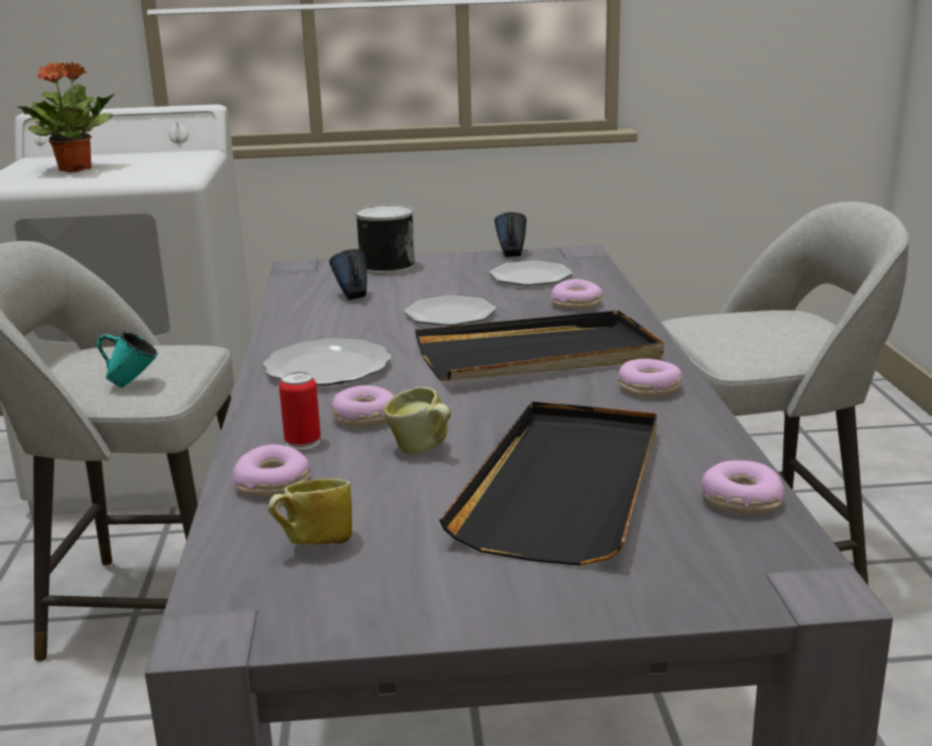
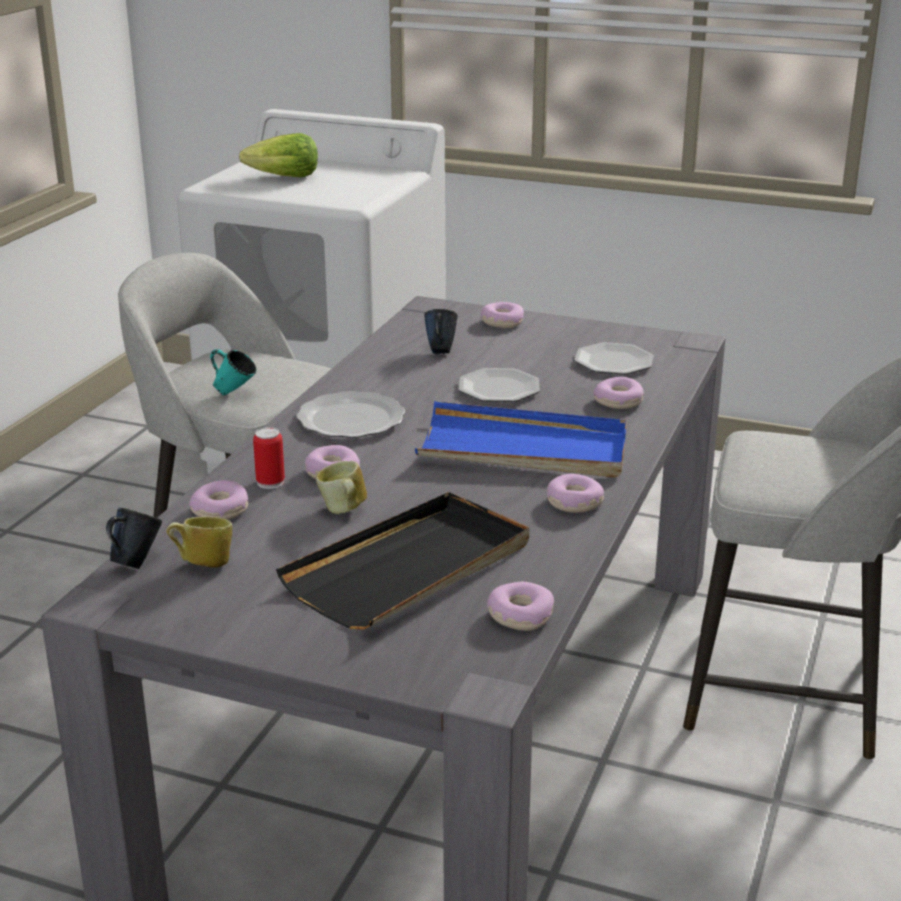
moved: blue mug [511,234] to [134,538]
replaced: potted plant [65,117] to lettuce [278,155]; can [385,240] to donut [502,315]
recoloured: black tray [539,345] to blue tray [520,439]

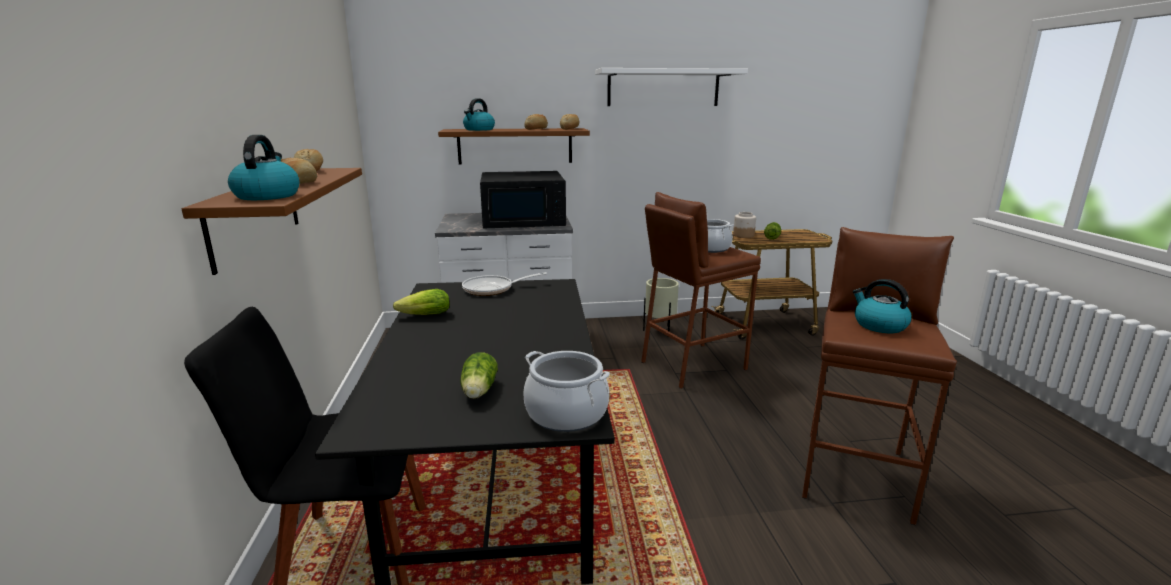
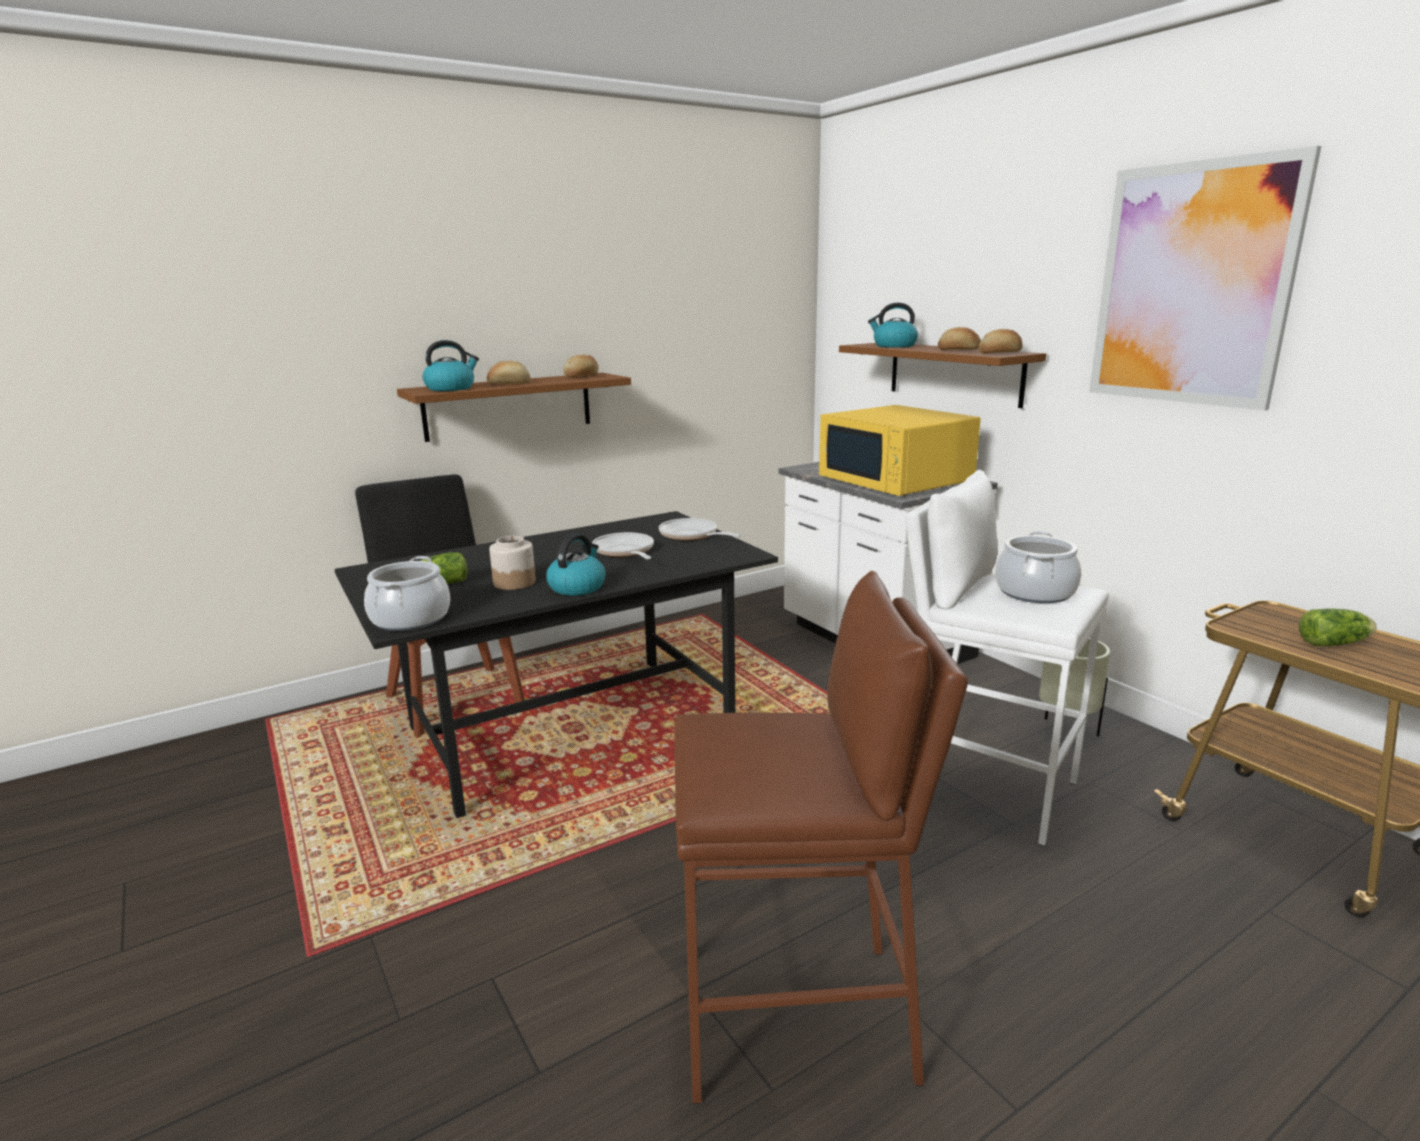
removed: lettuce [421,302]
added: frying pan [623,545]
moved: jar [744,225] to [512,563]; kettle [882,306] to [576,564]
replaced: white shelf [671,87] to picture [1205,278]
recoloured: black microwave [523,199] to yellow microwave [900,450]; brown stool [701,290] to white stool [1007,658]

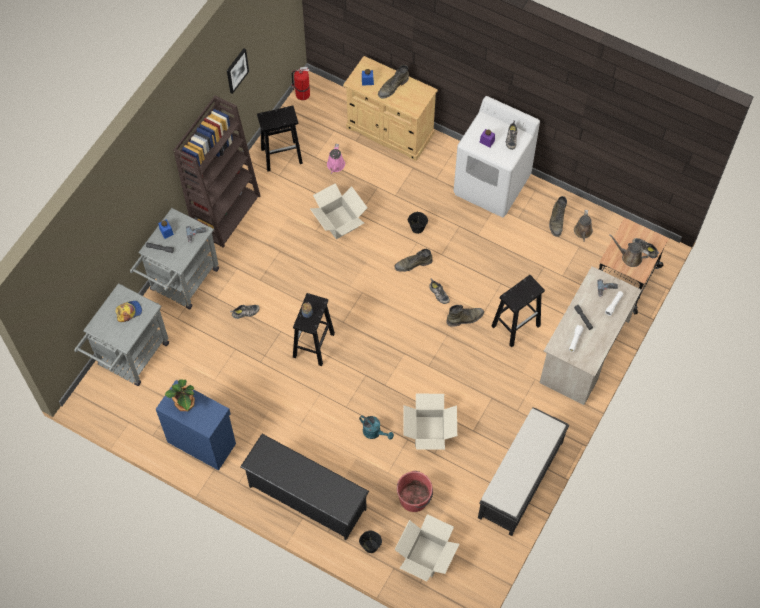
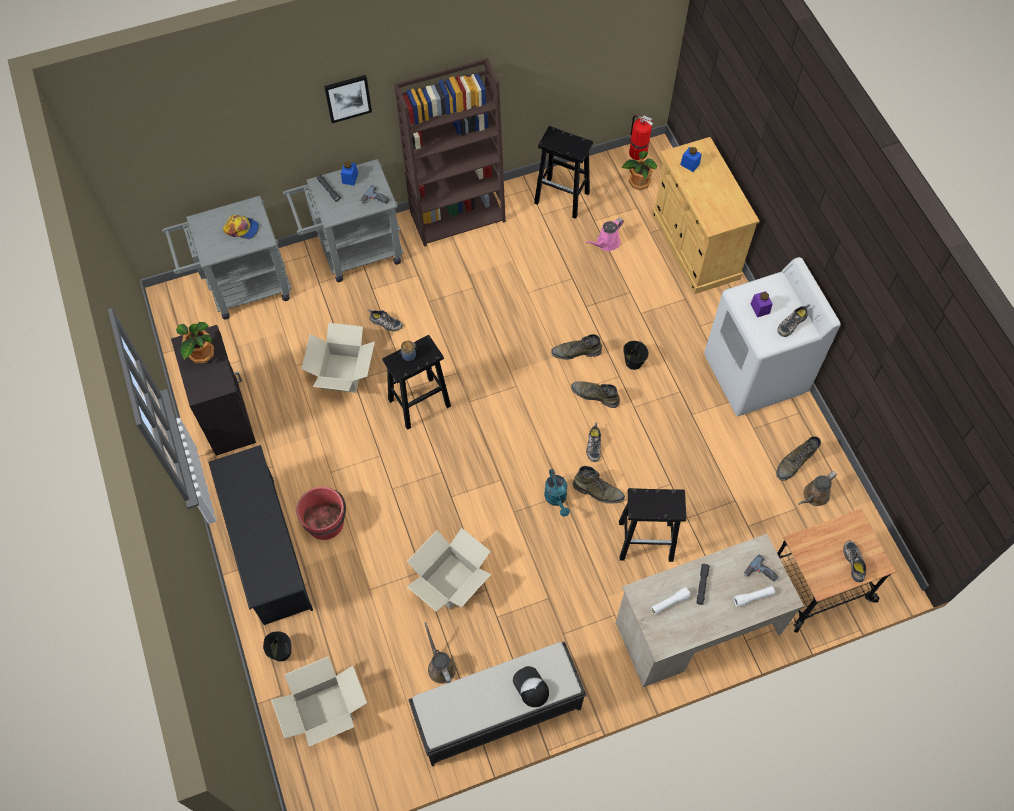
added: cap [531,686]; potted plant [639,170]
moved: picture [238,71] to [348,99]; cardboard box [339,211] to [338,358]; turquoise watering can [376,427] to [557,492]; green boot [393,82] to [576,346]; red bucket [415,491] to [321,513]; brown watering can [629,250] to [440,653]
recoloured: blue cabinet [196,425] to black cabinet [213,390]

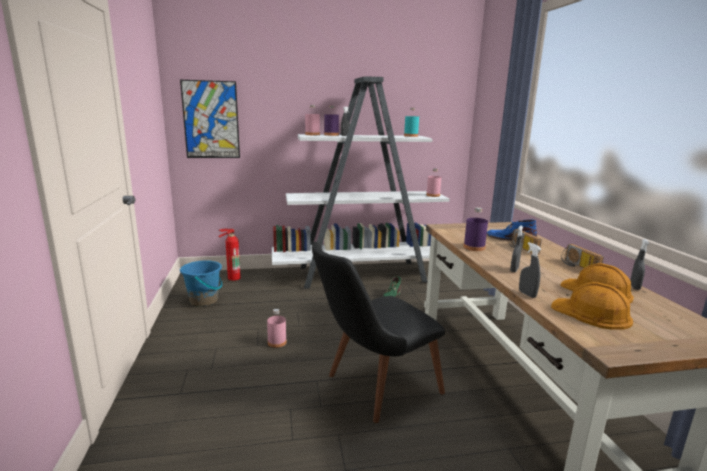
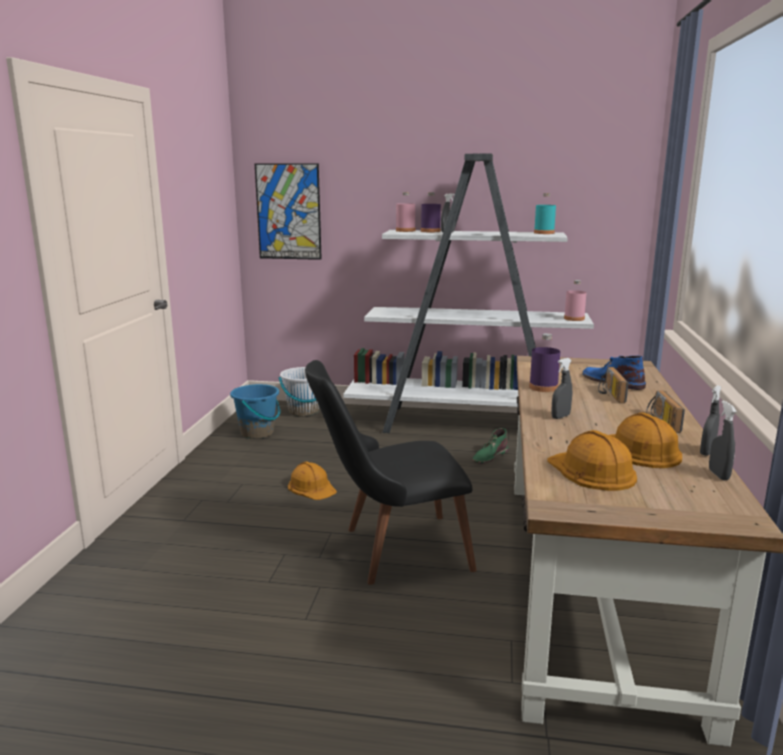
moved: grey spray bottle [530,270] to [723,440]
replaced: fire extinguisher [229,255] to white bucket [298,392]; pink bottle [277,328] to orange hard hat [312,480]

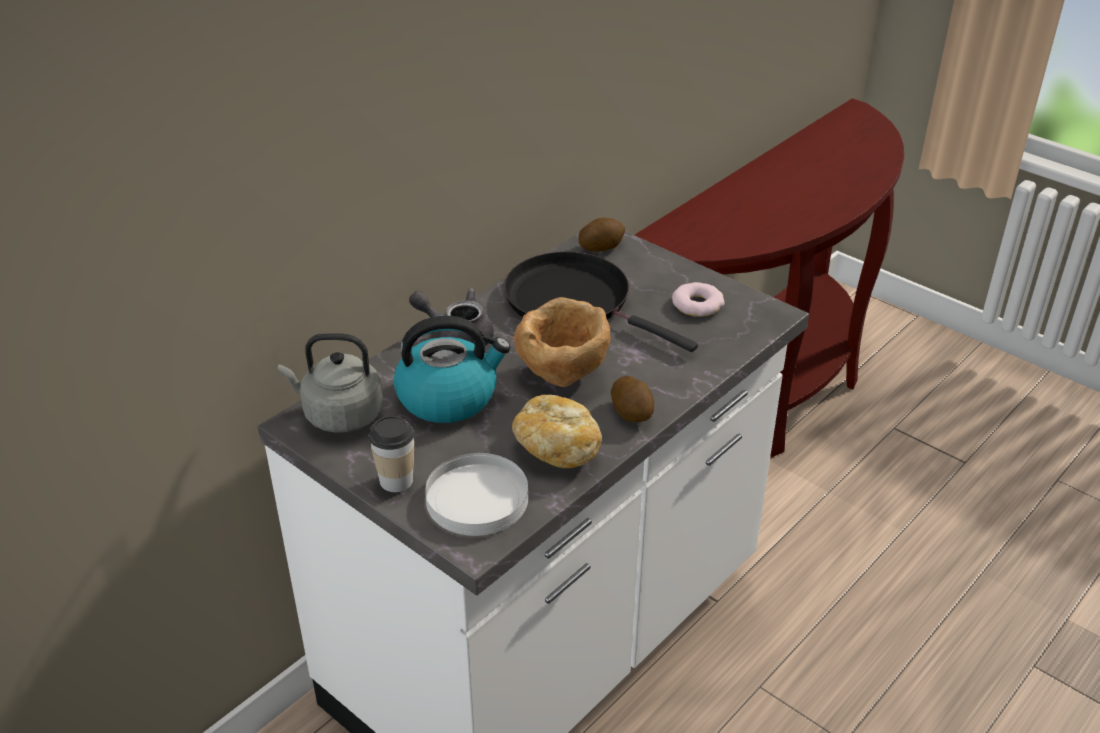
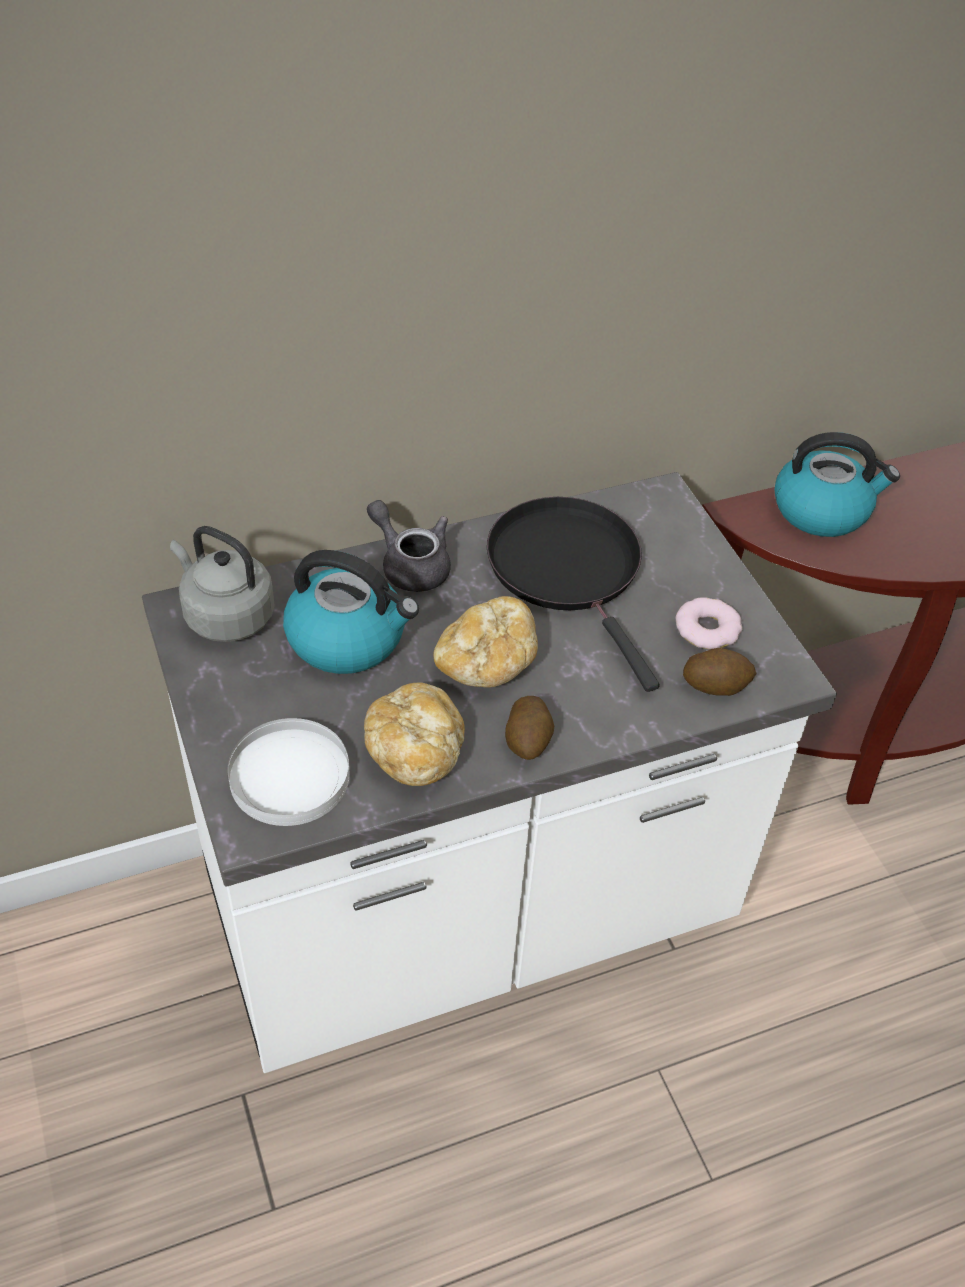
removed: cup [392,454]
added: kettle [837,484]
moved: potato [602,235] to [720,672]
replaced: brown bowl [562,342] to bread [485,642]

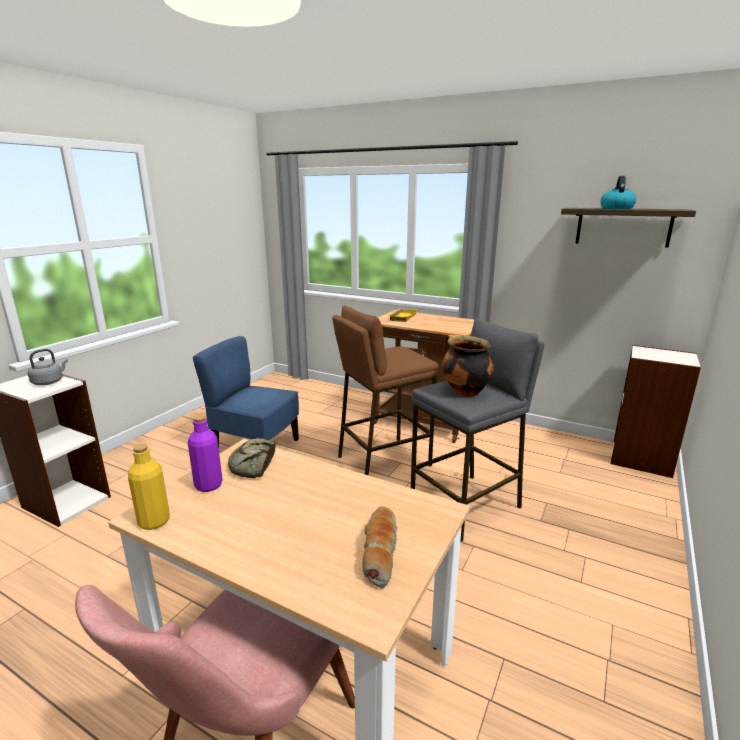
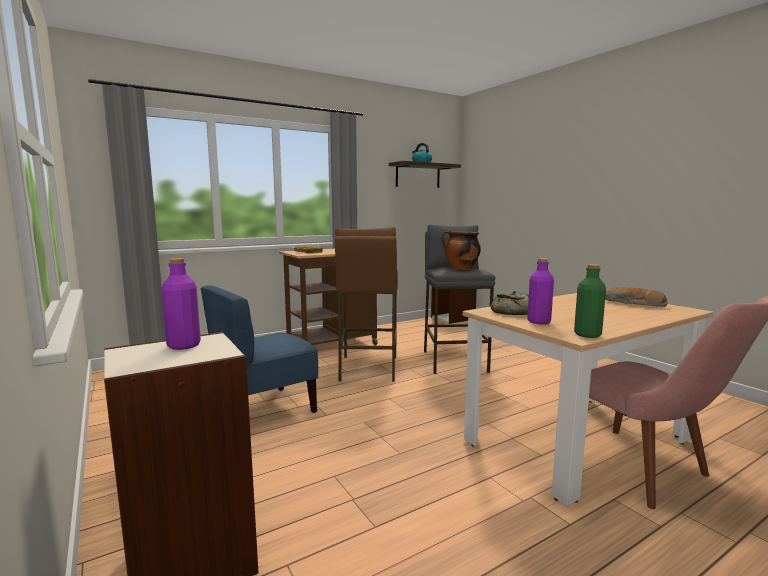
replaced: grey kettle [48,367] to purple bottle [181,304]
recoloured: yellow bottle [149,486] to green bottle [590,301]

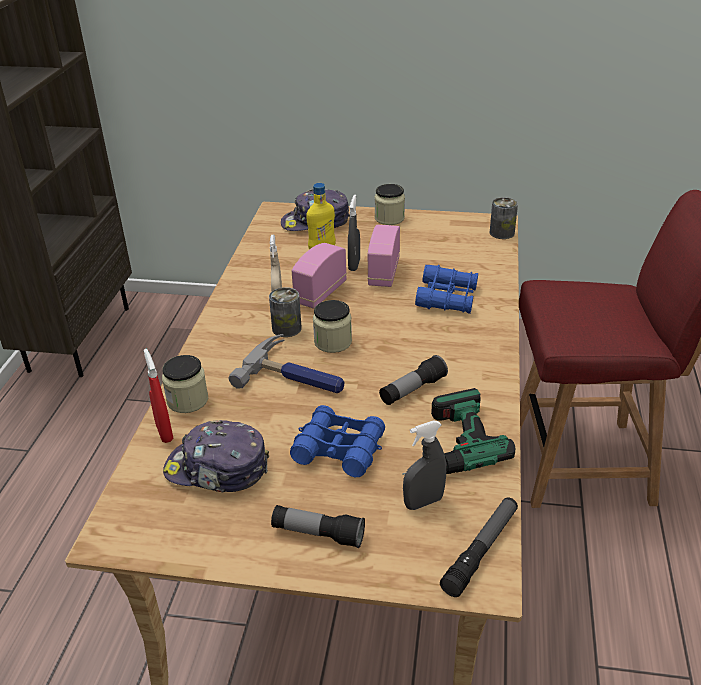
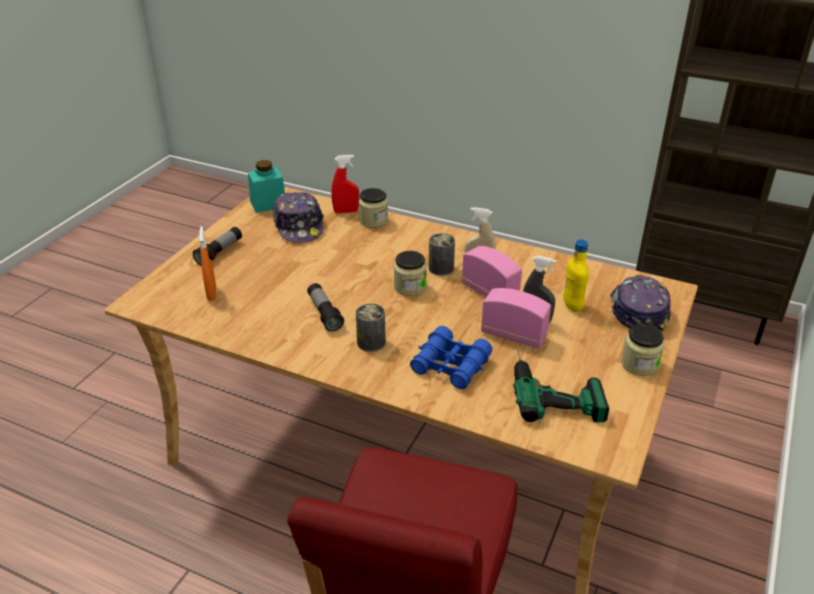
removed: hammer [286,363]; blue binoculars [337,441]; flashlight [479,547]
added: turquoise jar [266,186]
moved: power drill [458,431] to [561,386]; can [504,218] to [371,328]
recoloured: grey spray bottle [424,465] to orange spray bottle [207,263]
turned: cap [216,456] = [298,217] 135 degrees clockwise

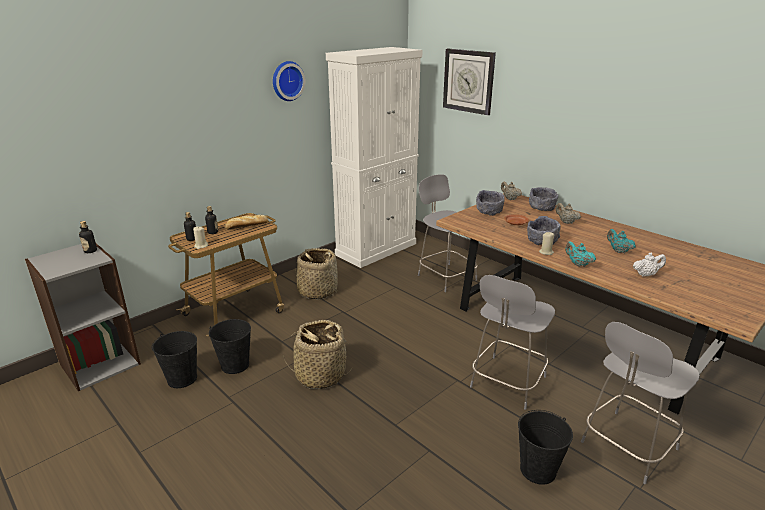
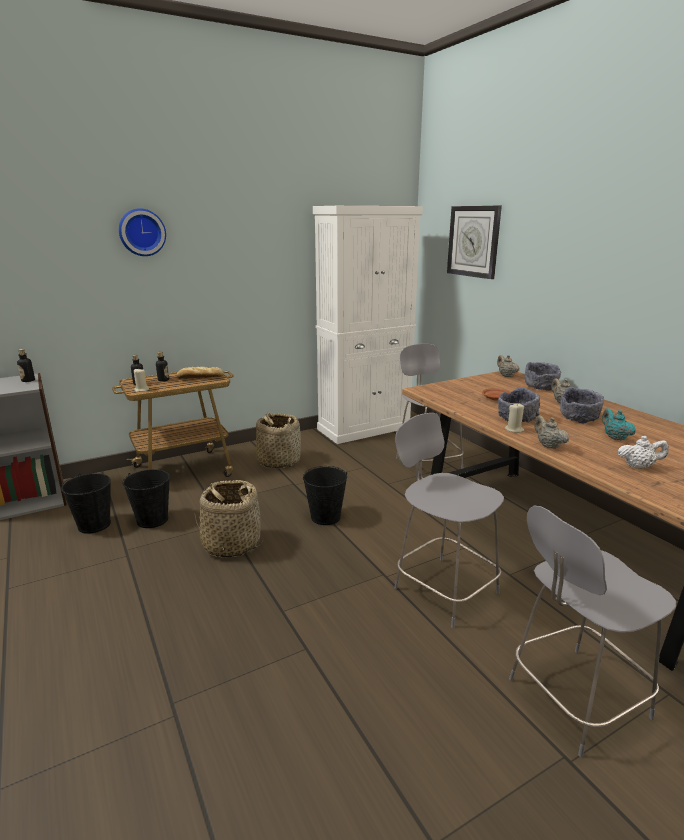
moved: wall clock [289,81] to [142,232]; grey bowl [490,203] to [582,405]; black bucket [545,447] to [325,495]
recoloured: turquoise teapot [580,254] to beige teapot [551,432]
turned: grey chair [512,342] = [449,520] 90 degrees clockwise

